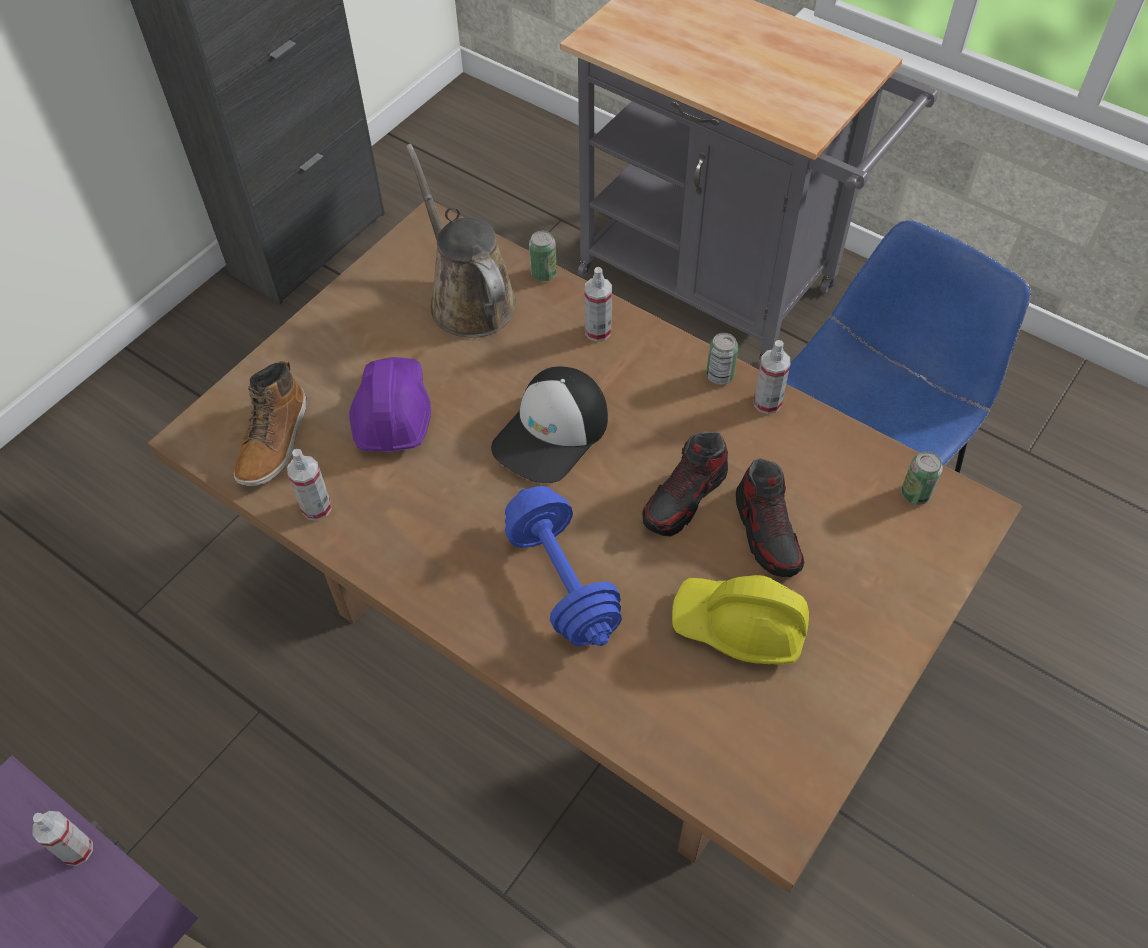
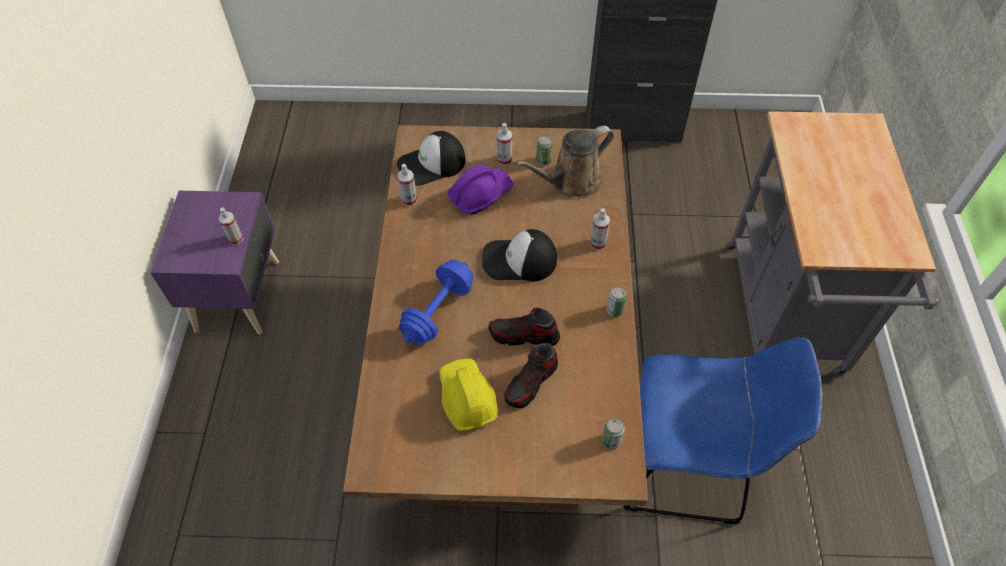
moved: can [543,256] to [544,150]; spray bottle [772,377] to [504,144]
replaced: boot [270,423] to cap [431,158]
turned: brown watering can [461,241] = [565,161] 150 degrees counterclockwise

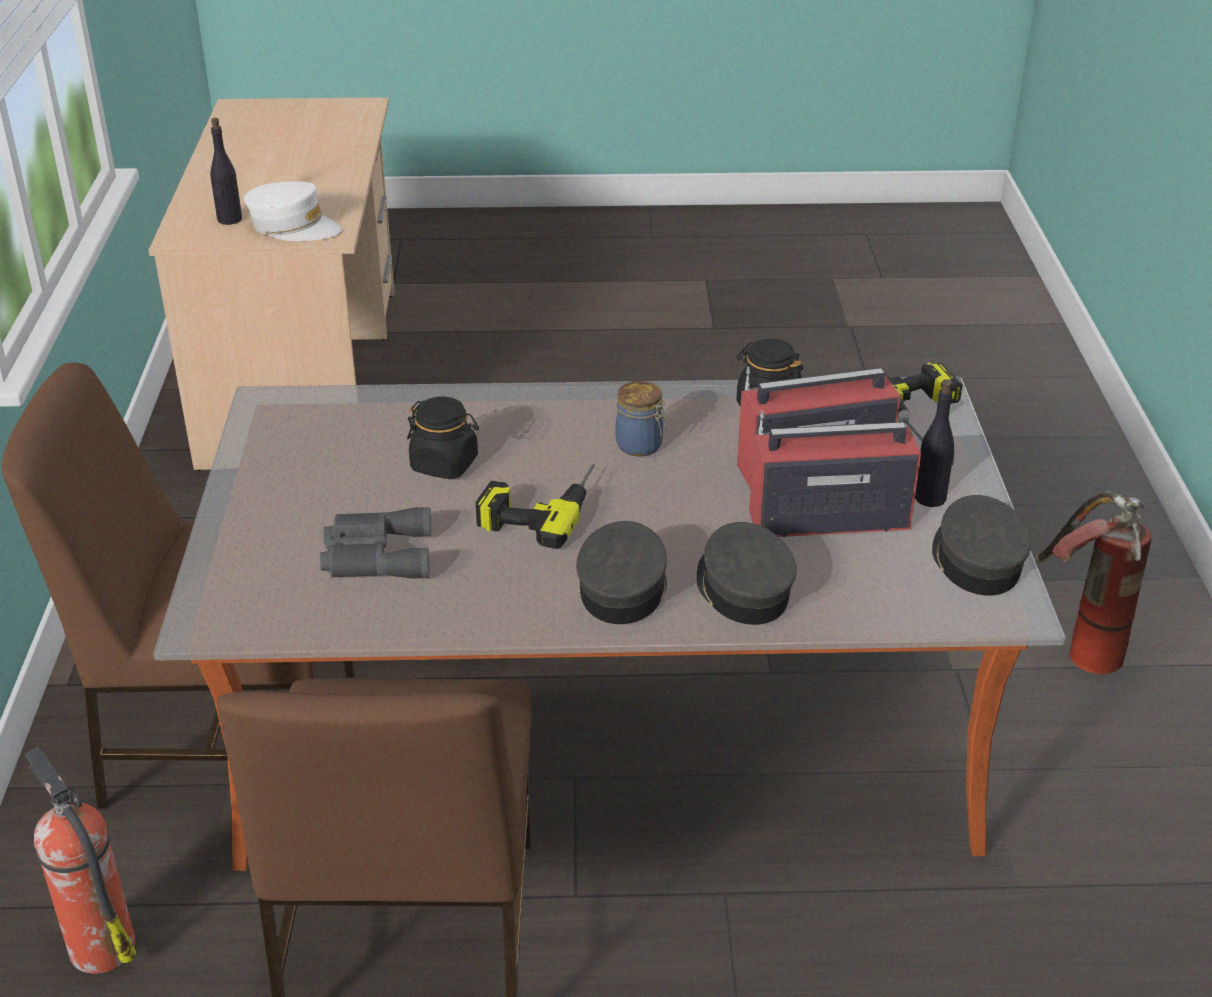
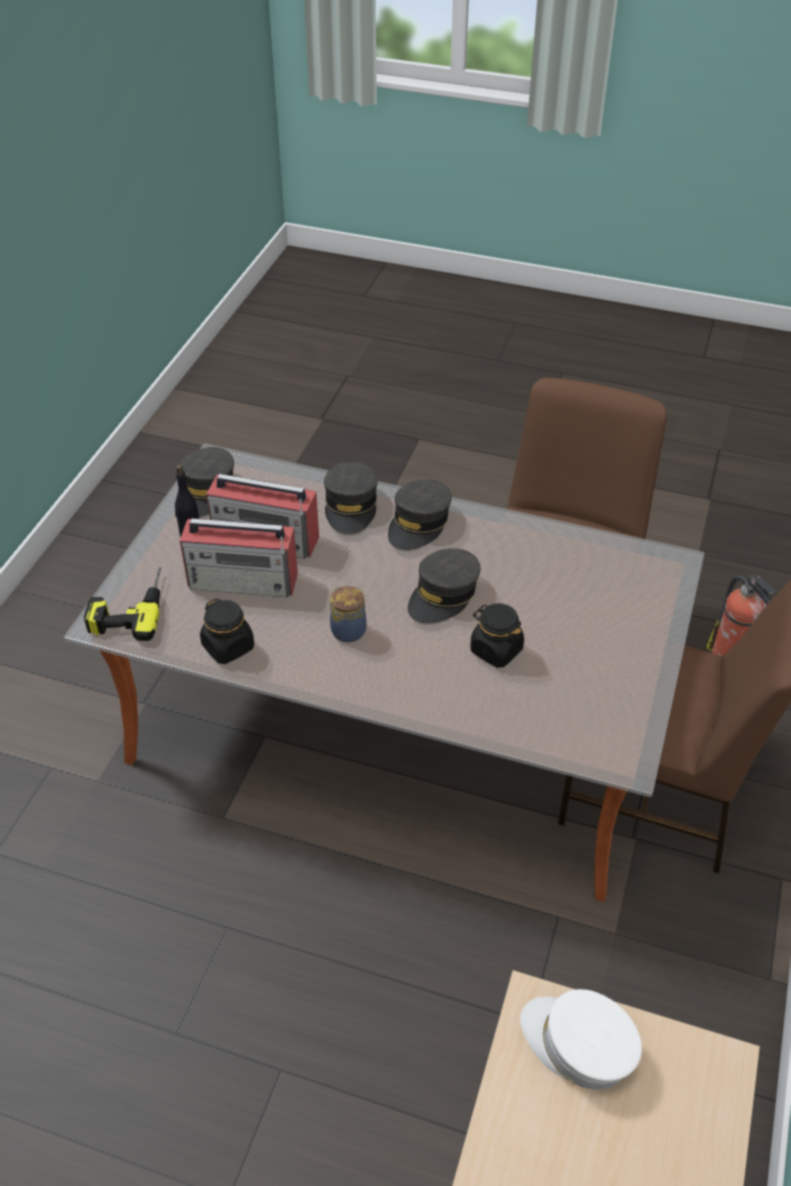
removed: black bottle [226,171]; grey binoculars [375,542]; fire extinguisher [1092,582]
replaced: power drill [535,506] to grey cap [444,586]

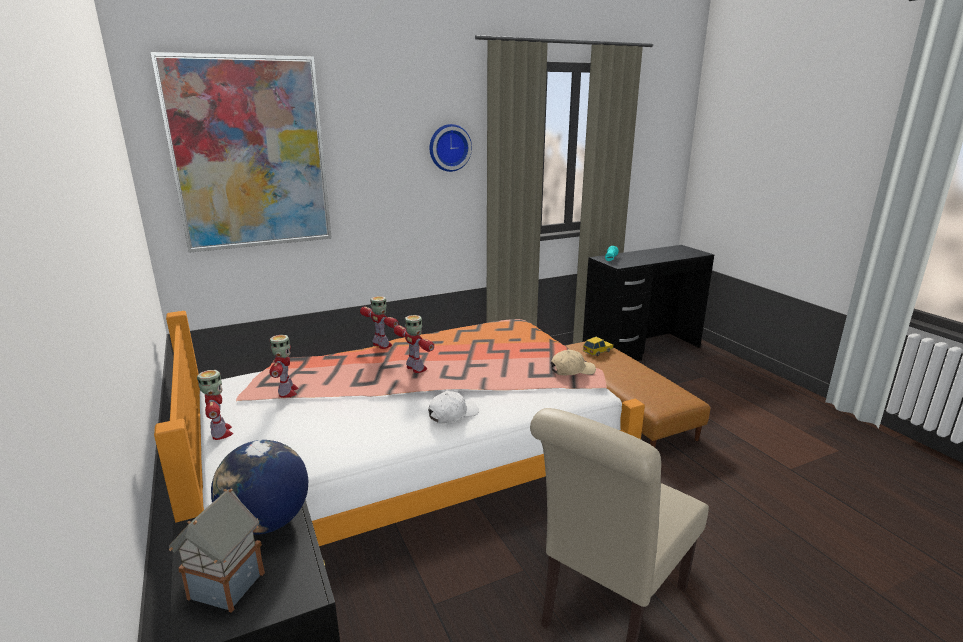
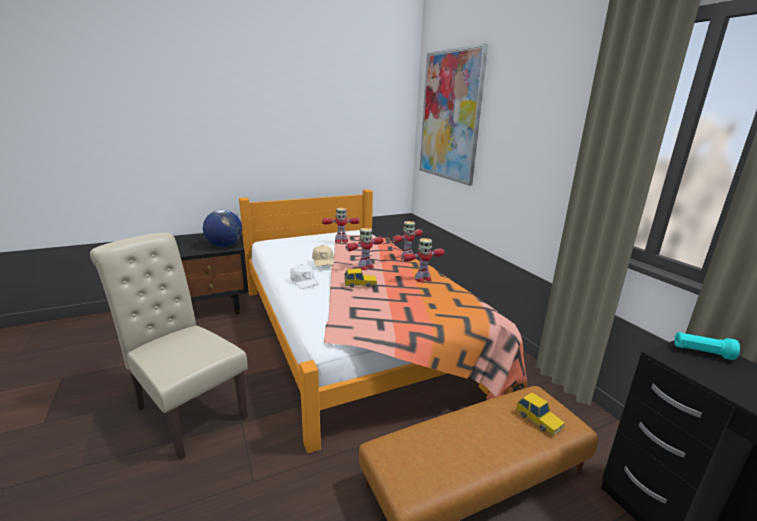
removed: toy house [217,550]; wall clock [451,148]
added: toy car [360,278]
moved: toy robot [215,405] to [423,260]; beige cap [573,362] to [323,256]

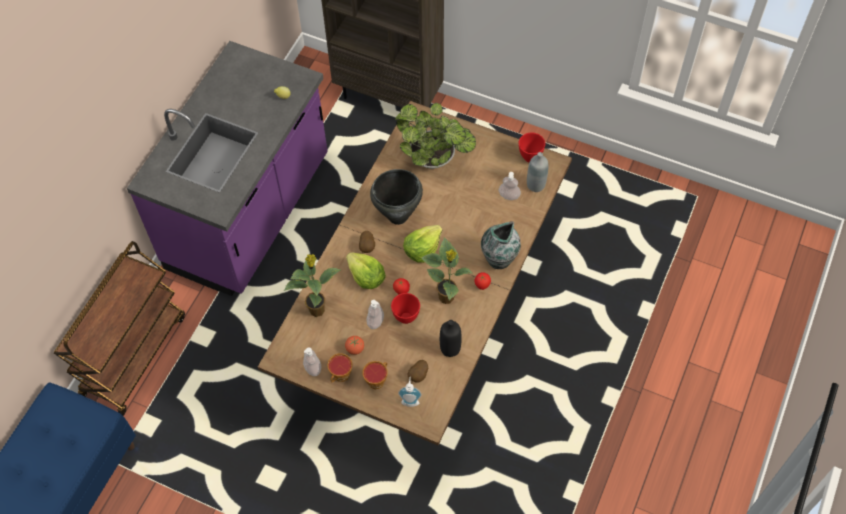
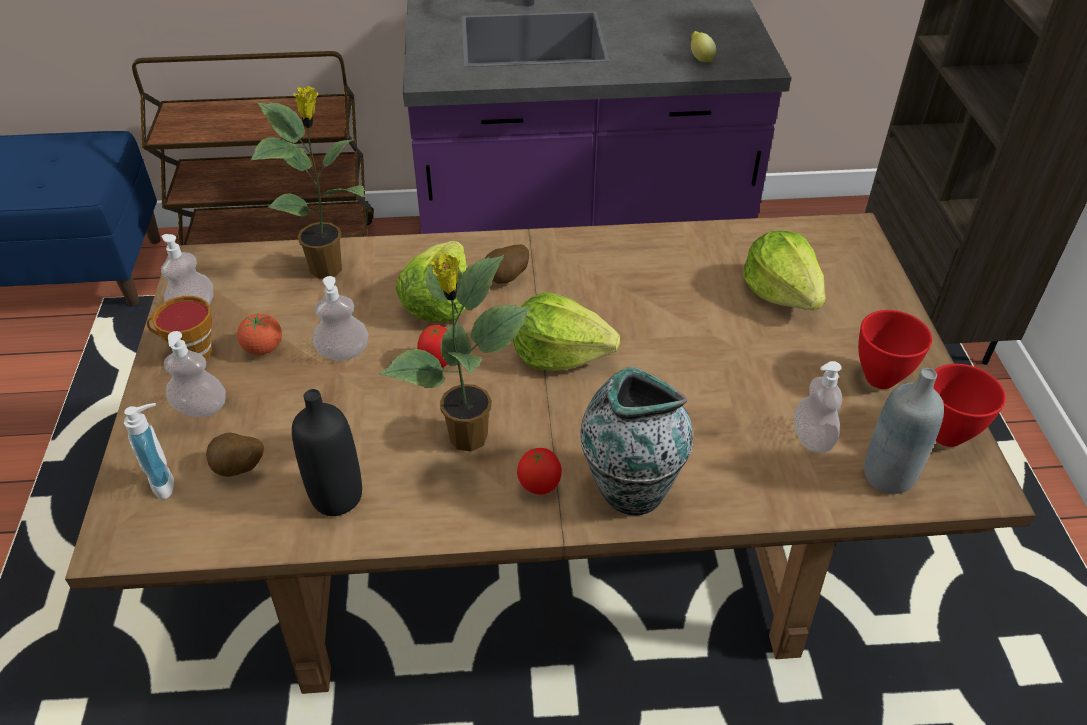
removed: black cooking pot [396,197]
moved: red bowl [405,308] to [895,349]
replaced: cup [375,375] to soap dispenser [195,374]; potted plant [435,136] to lettuce [784,270]

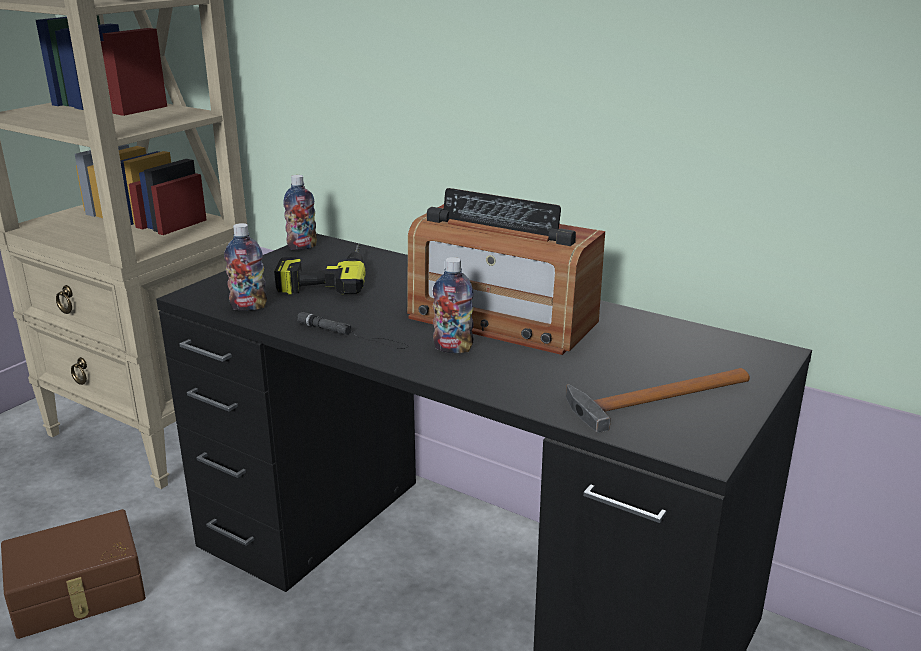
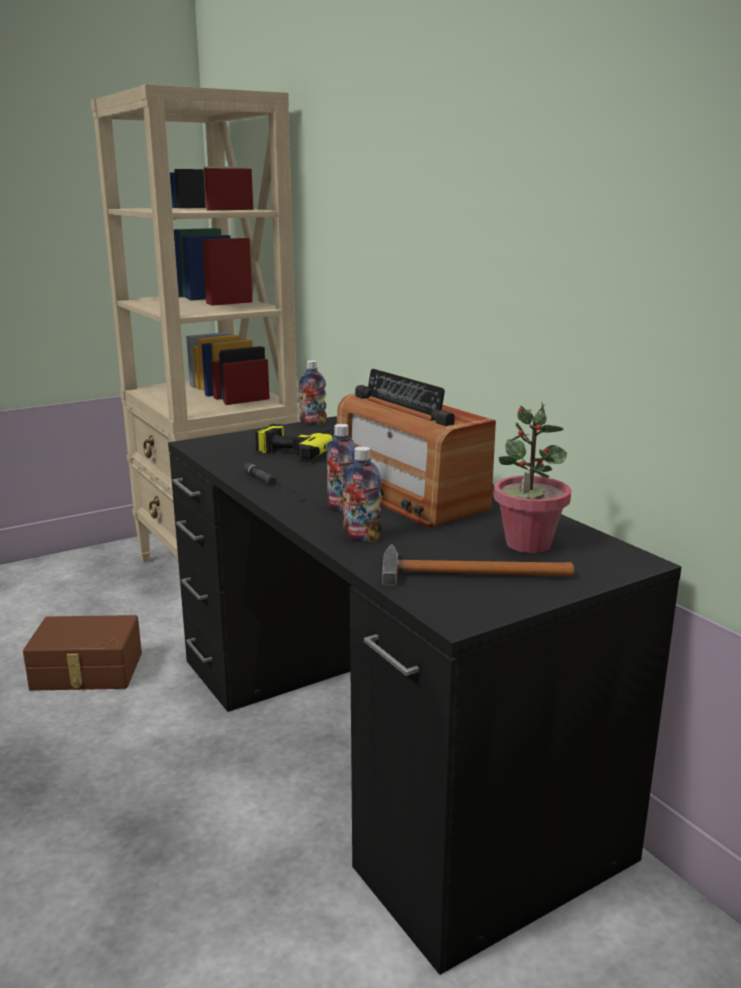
added: potted plant [532,477]
moved: bottle [245,267] to [362,494]

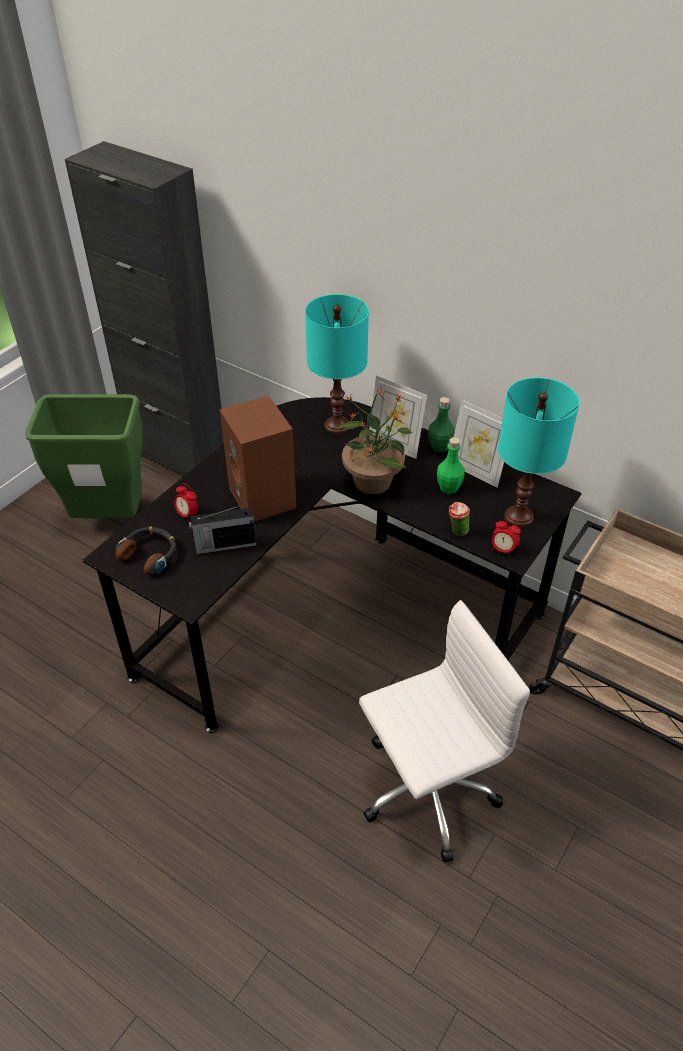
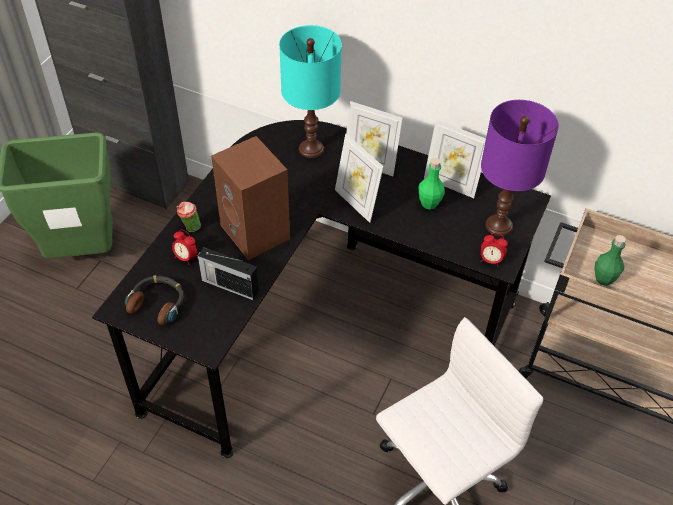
moved: green bottle [441,425] to [610,260]; cup [459,519] to [188,217]
replaced: potted plant [374,440] to picture frame [359,178]
recoloured: turquoise table lamp [539,452] to purple table lamp [520,168]
turned: radio [223,529] = [228,273] 45 degrees clockwise

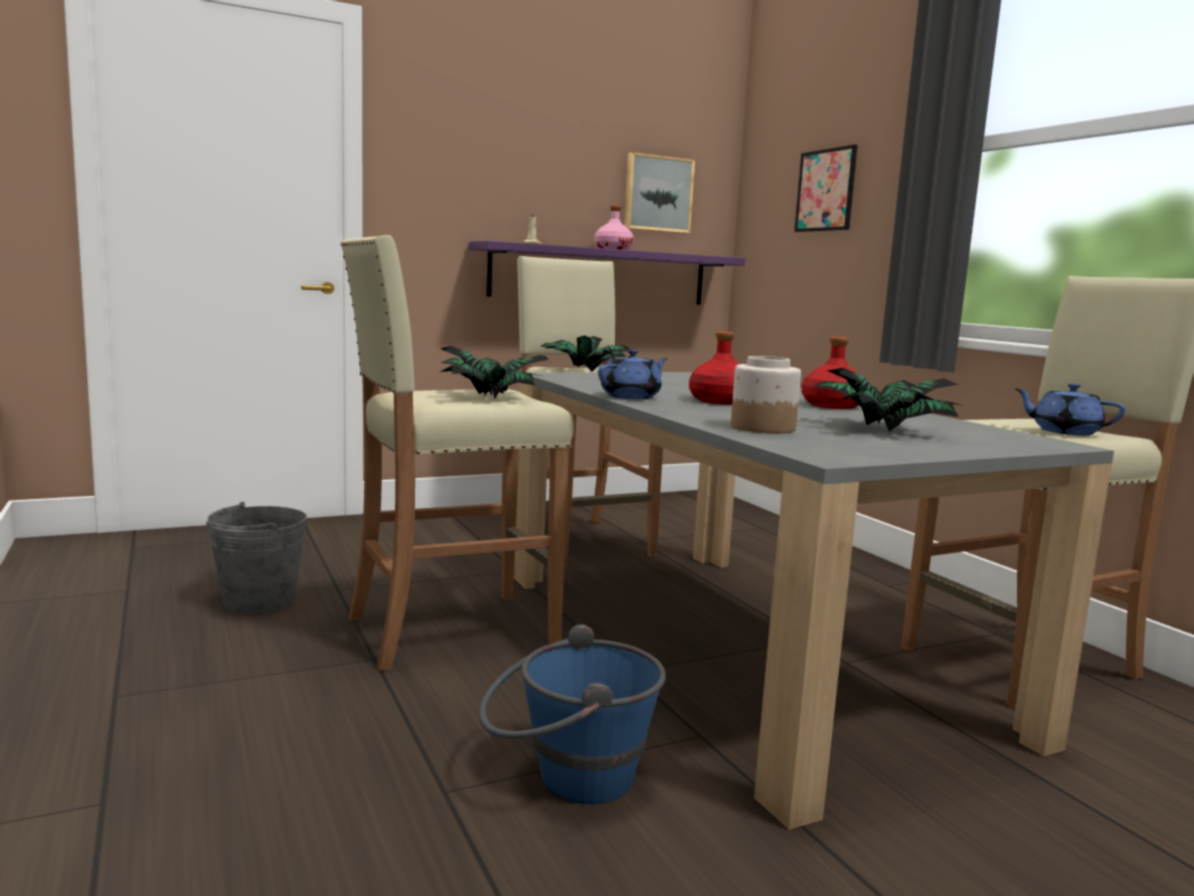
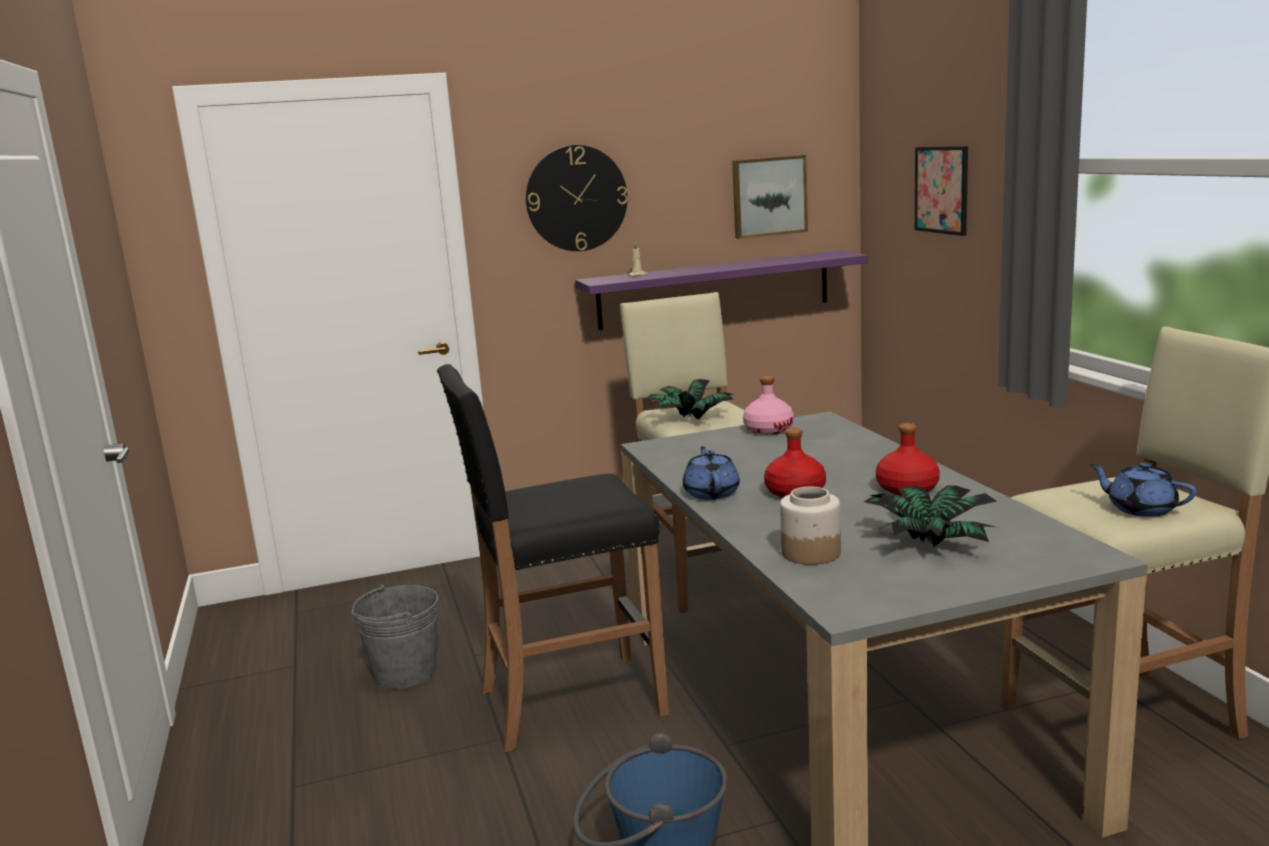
removed: potted plant [494,372]
added: wall clock [577,198]
moved: pink bottle [614,227] to [768,405]
recoloured: beige stool [457,453] to black stool [553,558]
turned: blue teapot [633,374] = [711,473] 60 degrees counterclockwise

